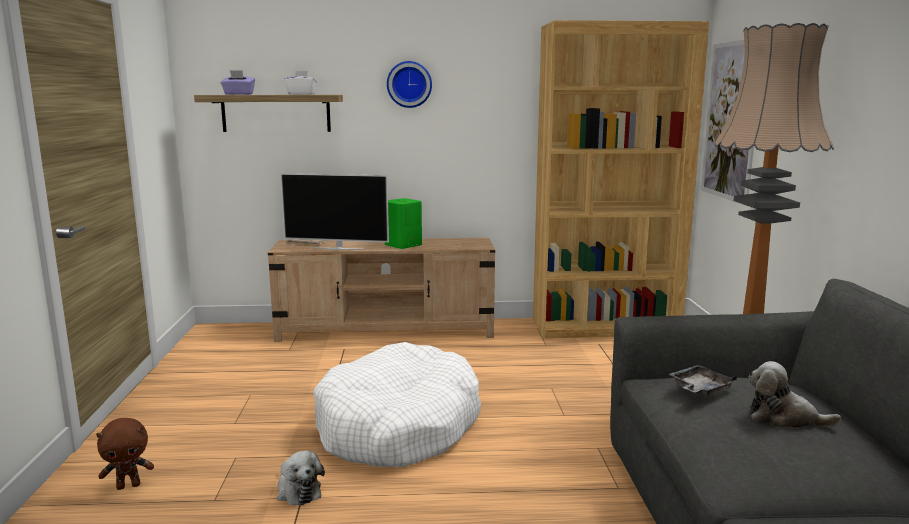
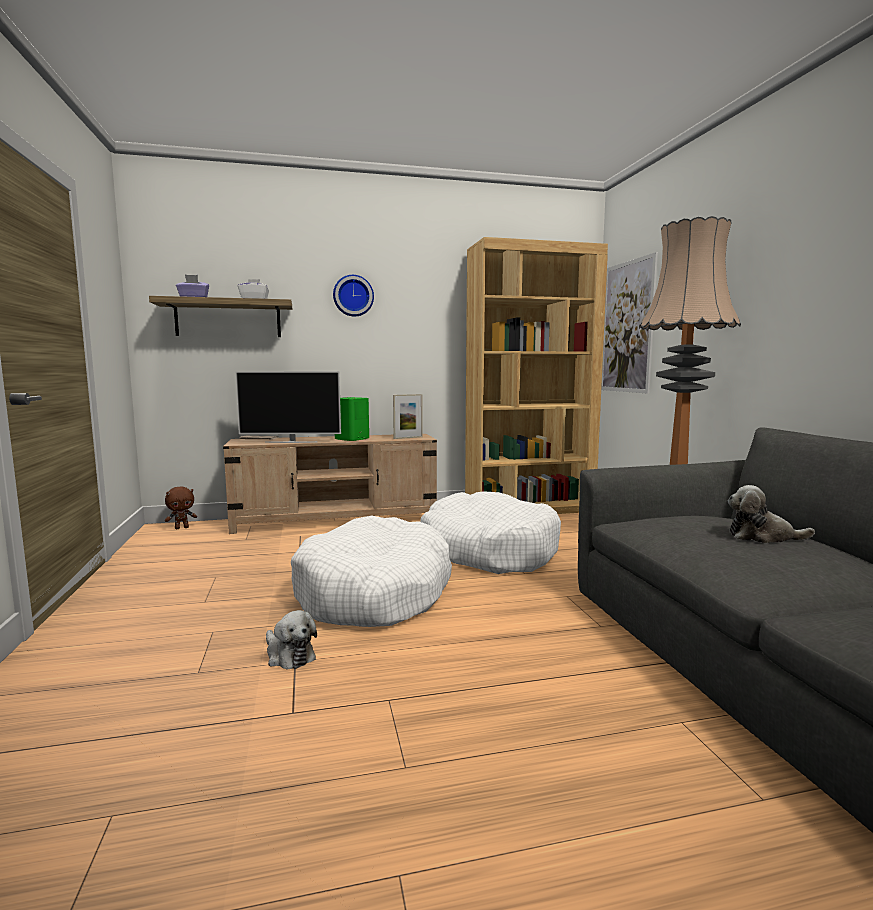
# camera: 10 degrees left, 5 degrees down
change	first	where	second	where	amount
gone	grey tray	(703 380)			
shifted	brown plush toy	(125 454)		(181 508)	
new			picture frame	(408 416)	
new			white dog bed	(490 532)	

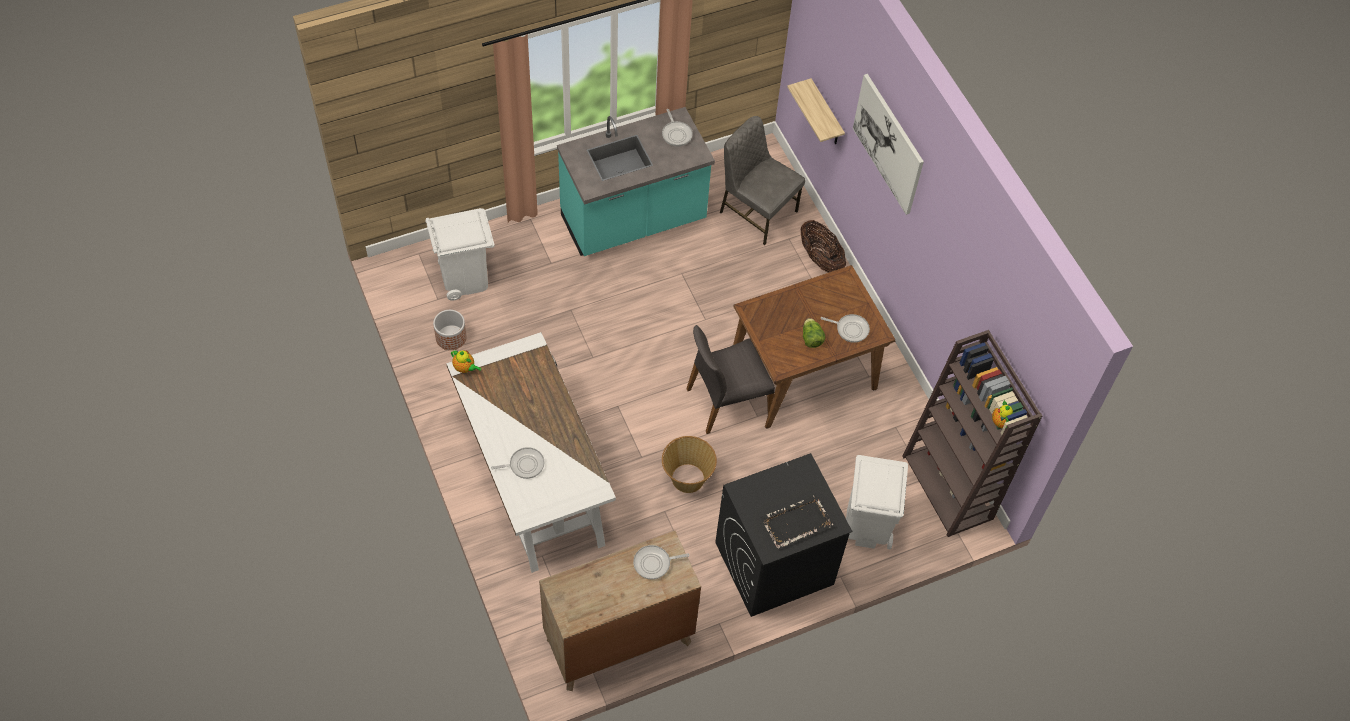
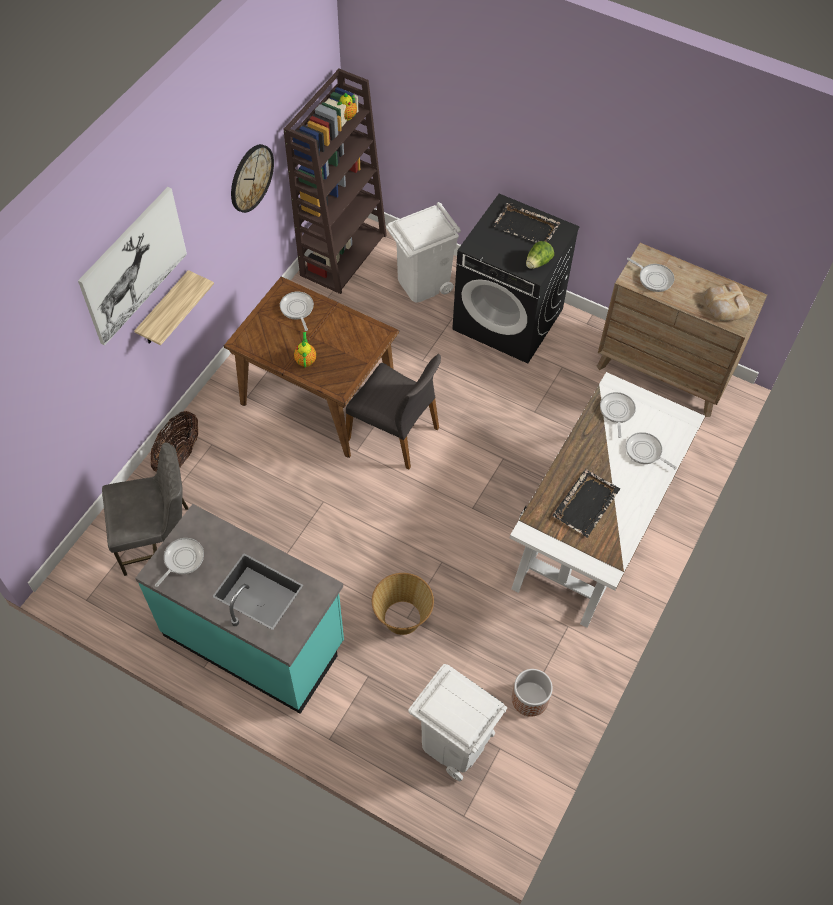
# camera: 125 degrees left, 0 degrees up
change	first	where	second	where	amount
shifted	shelf	(816 111)		(174 307)	
rotated	grey chair	(762 180)		(145 509)	105 degrees counterclockwise
shifted	lettuce	(814 333)		(540 255)	
shifted	teapot	(466 361)		(305 350)	
shifted	basket	(689 464)		(403 604)	
new			wall clock	(252 178)	
new			bread	(727 301)	
new			frying pan	(618 415)	
new			black tray	(586 503)	

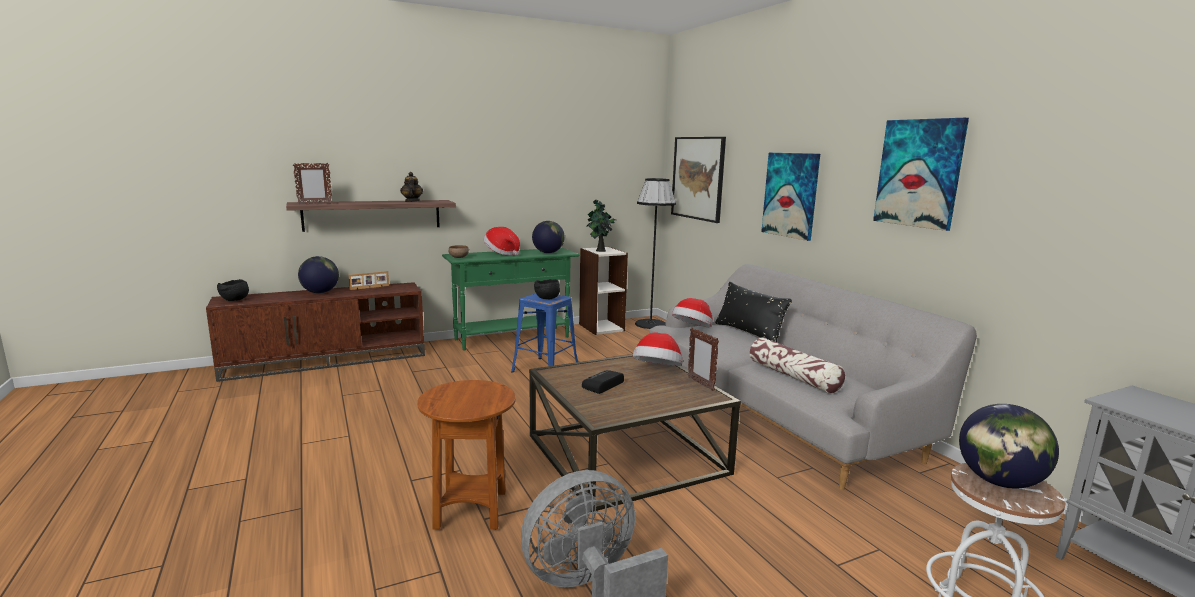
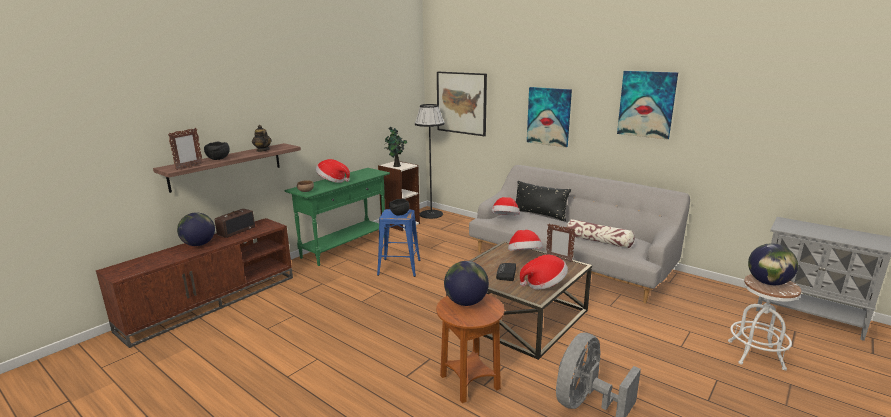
# camera: 25 degrees left, 5 degrees up
change	first	where	second	where	amount
shifted	globe	(548 237)		(466 283)	
swapped	picture frame	(369 280)	radio	(234 223)	
shifted	black bowl	(233 290)		(217 151)	
new			hat	(544 272)	

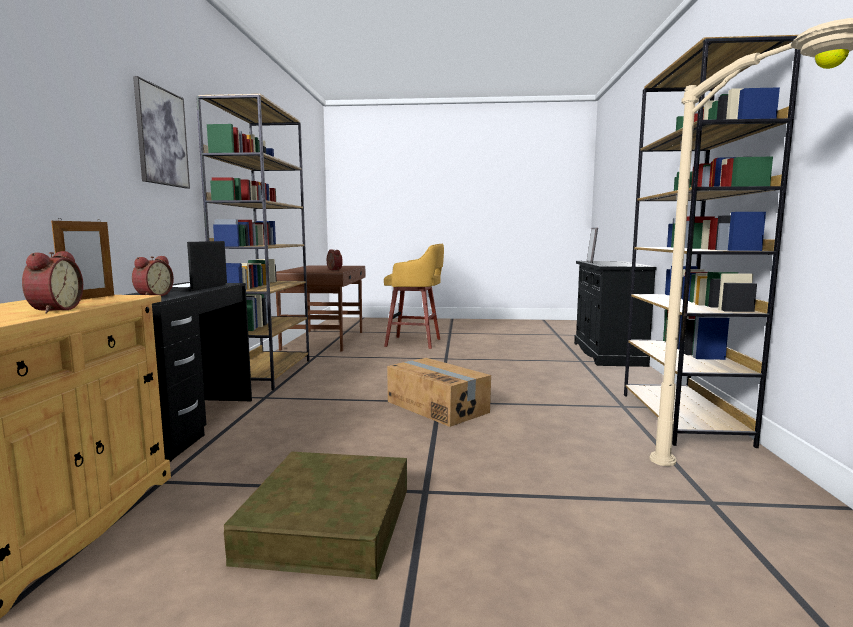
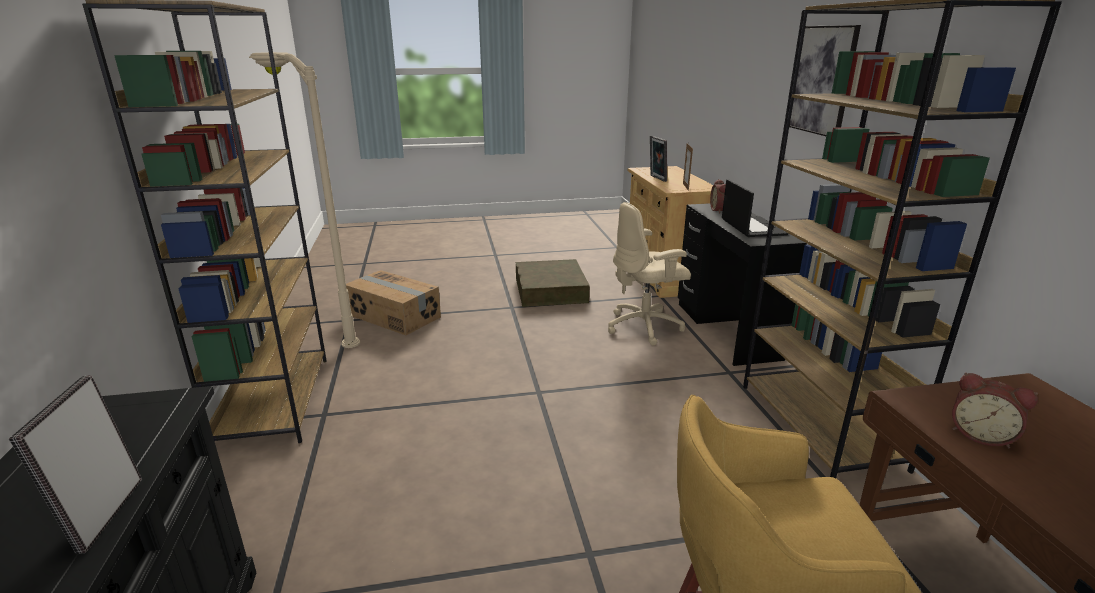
# camera: 165 degrees right, 15 degrees up
change	first	where	second	where	amount
swapped	alarm clock	(52 282)	picture frame	(658 159)	
shifted	cardboard box	(439 392)		(393 302)	
new			beige office chair	(649 274)	

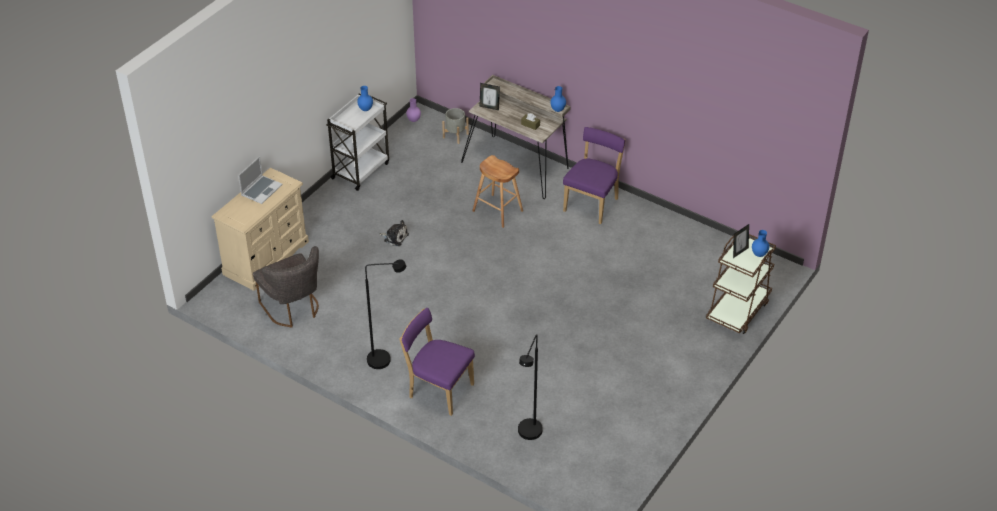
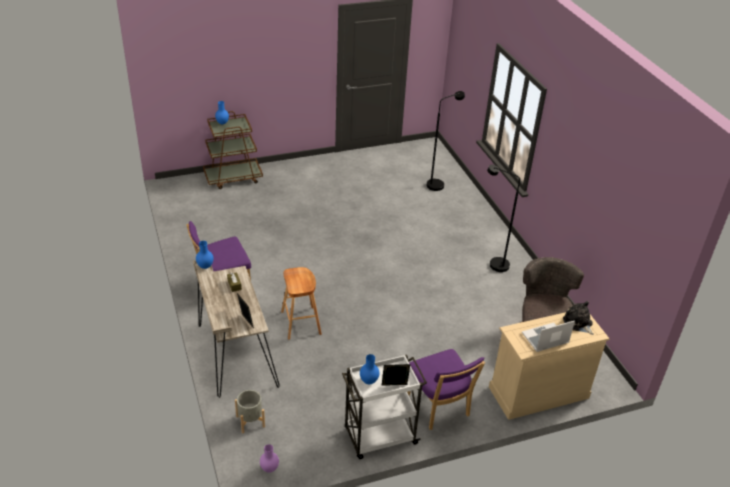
# camera: 145 degrees left, 5 degrees down
change	first	where	second	where	amount
shifted	plush toy	(394 233)		(578 318)	
shifted	picture frame	(741 241)		(396 375)	
shifted	purple chair	(437 362)		(446 389)	

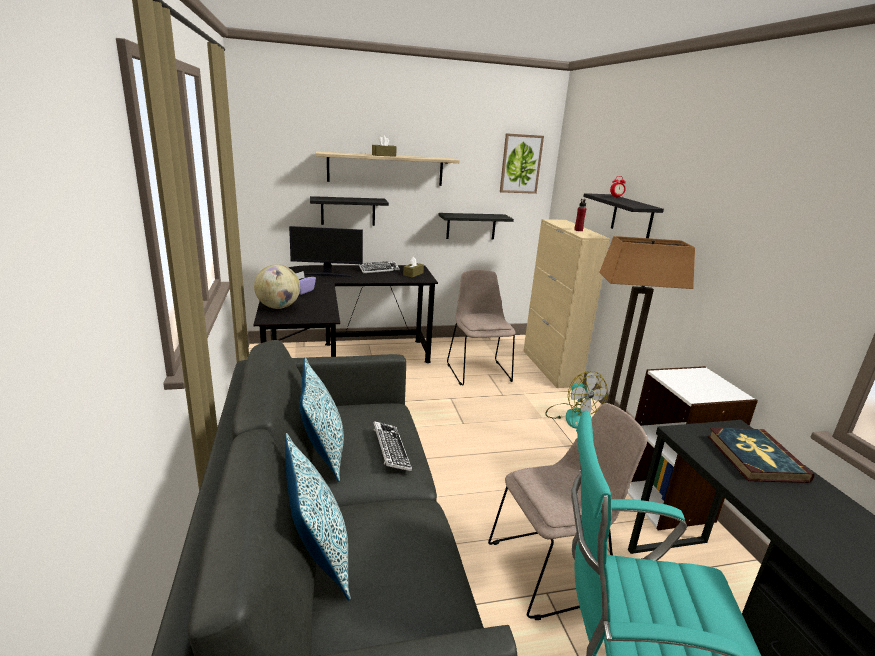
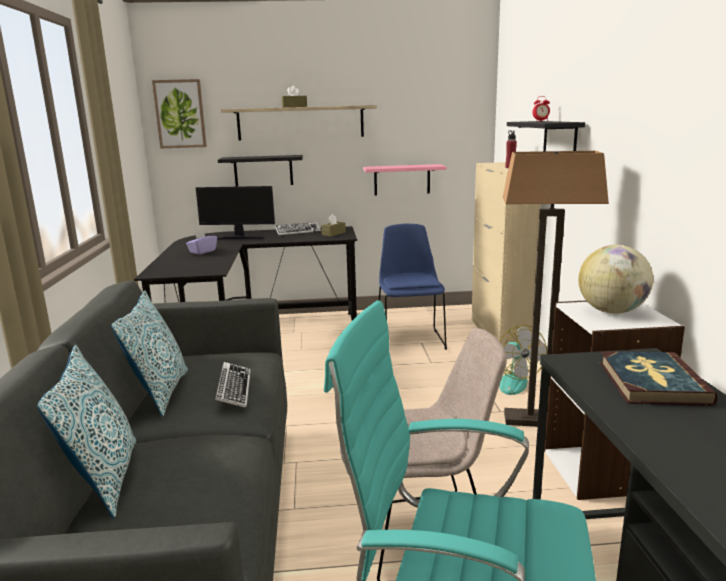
# camera: 10 degrees right, 5 degrees down
change	first	where	second	where	amount
shifted	picture	(522 163)		(179 113)	
repainted	black shelf	(476 226)	pink shelf	(405 180)	
shifted	globe	(277 287)		(615 279)	
repainted	beige chair	(481 327)	blue chair	(413 287)	

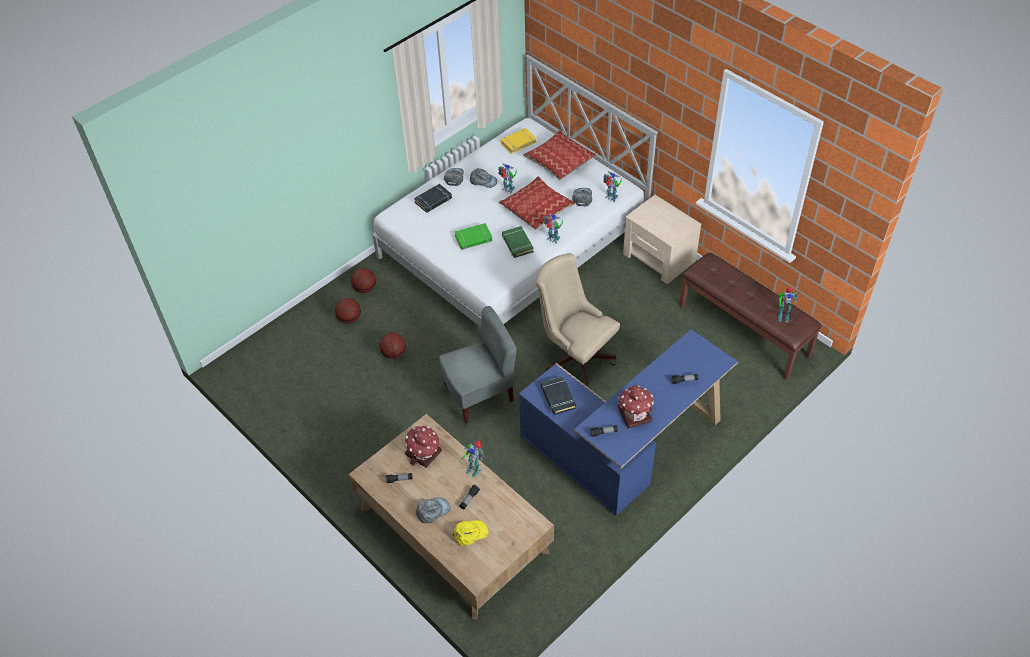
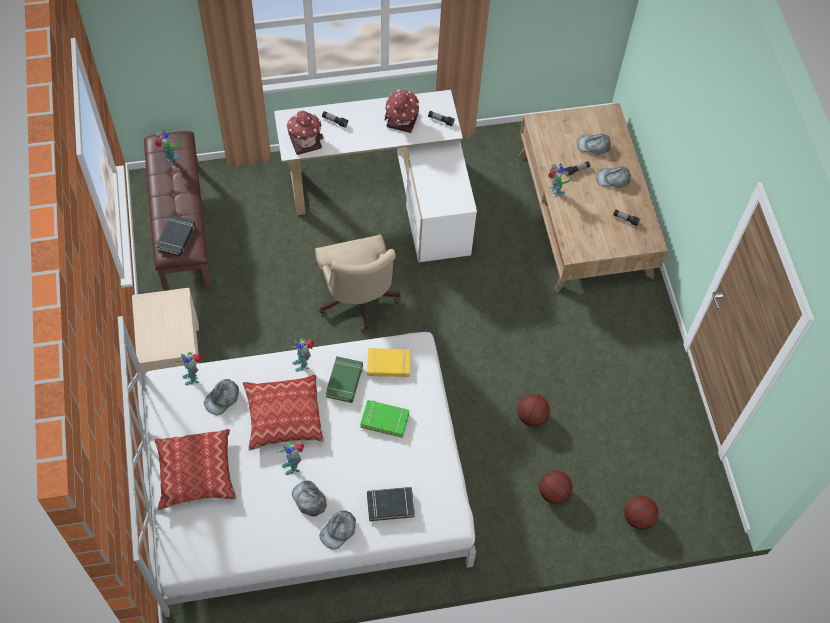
# camera: 150 degrees left, 10 degrees up
change	first	where	second	where	amount
shifted	yellow book	(518 141)		(389 363)	
shifted	basketball	(363 280)		(641 513)	
gone	grey chair	(478 364)			
repainted	blue desk	(628 422)	white desk	(375 176)	
shifted	black book	(558 395)		(175 236)	
shifted	toy house	(423 447)		(305 132)	
repainted	yellow cap	(471 533)	grey cap	(594 144)	

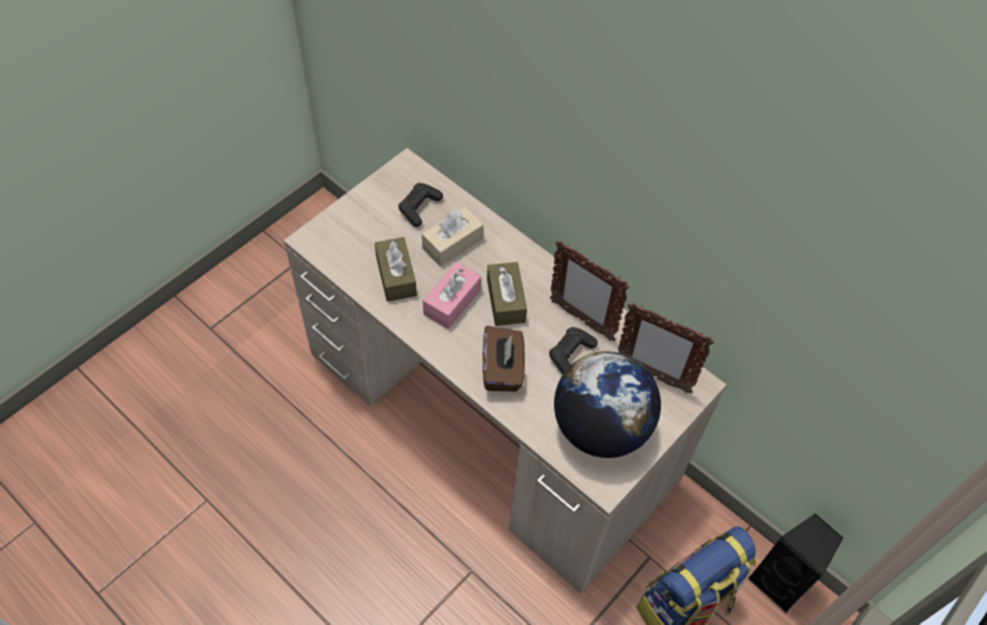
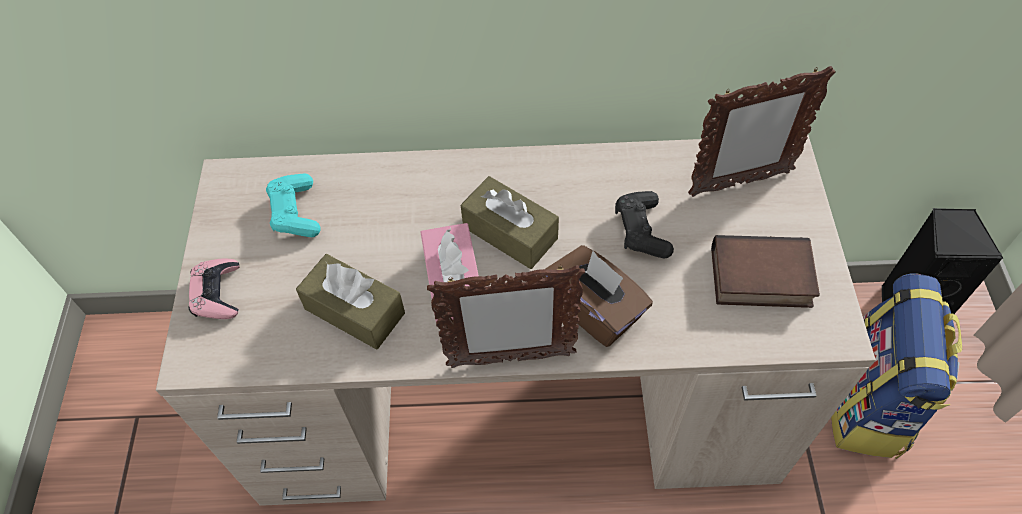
# camera: 40 degrees left, 0 degrees up
change	first	where	second	where	amount
repainted	black game controller	(420 205)	turquoise game controller	(293 205)	
gone	beige tissue box	(453 236)			
shifted	picture frame	(590 291)		(506 316)	
swapped	globe	(607 404)	book	(765 271)	
new			pink game controller	(214 288)	

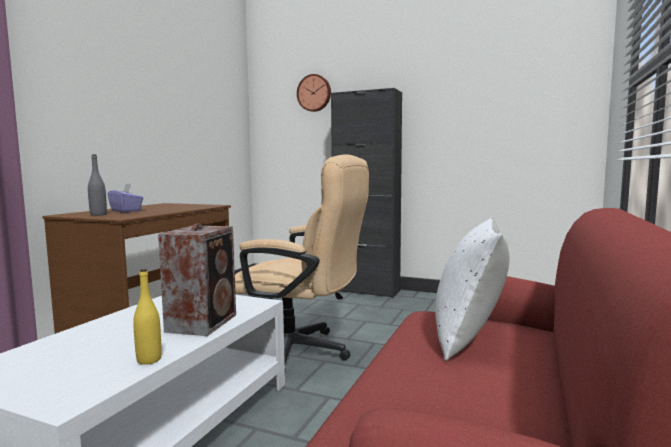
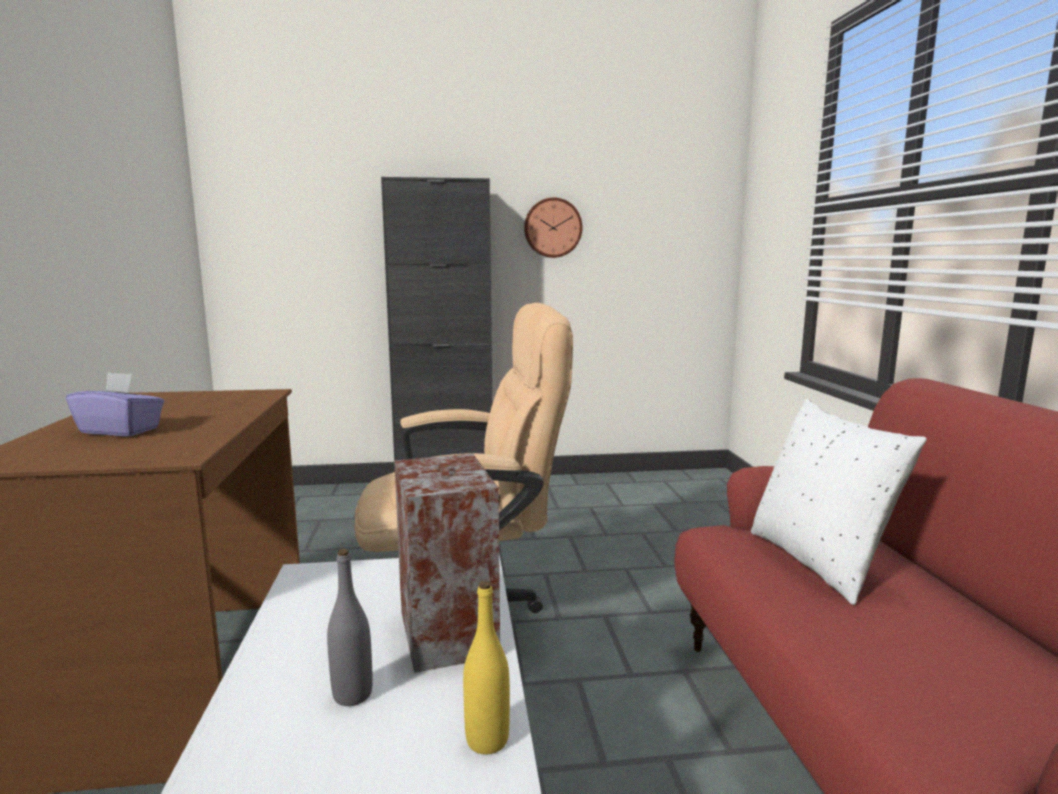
# camera: 30 degrees left, 5 degrees up
change	first	where	second	where	amount
shifted	wall clock	(314 93)		(553 227)	
shifted	grey bottle	(97 185)		(350 627)	

